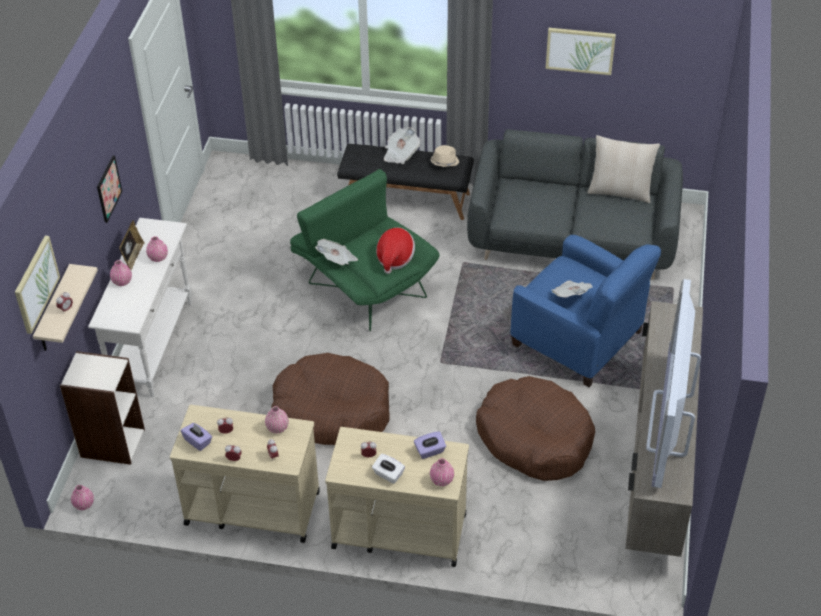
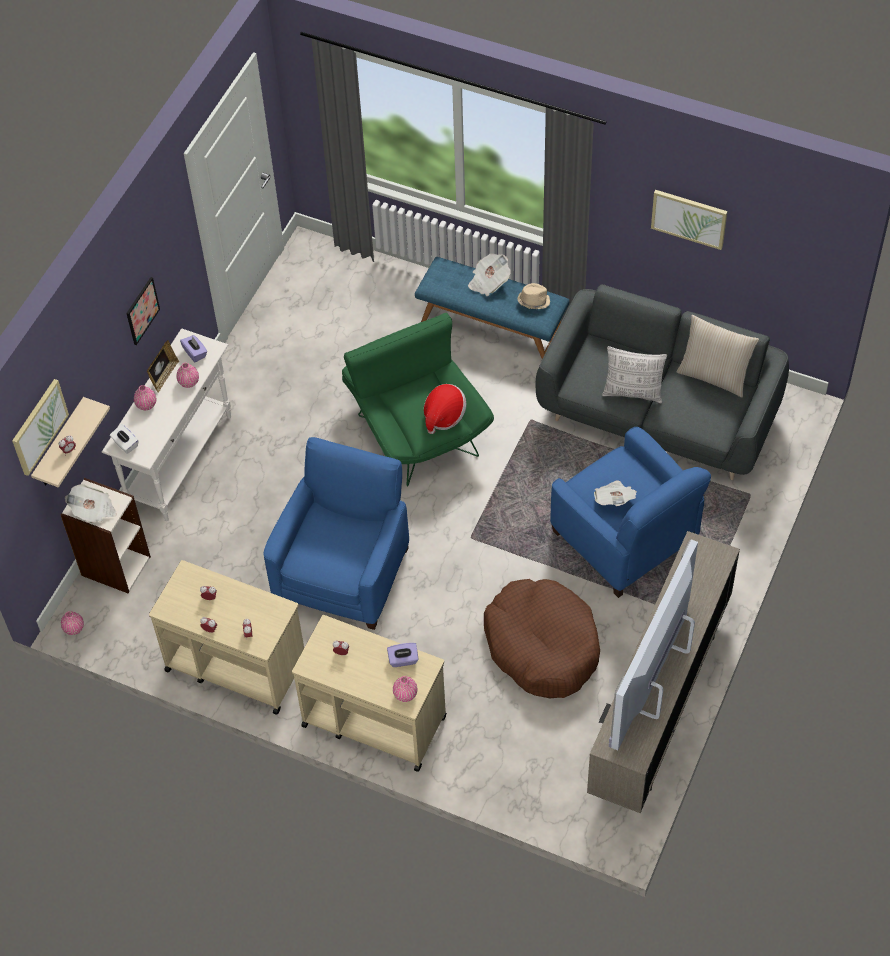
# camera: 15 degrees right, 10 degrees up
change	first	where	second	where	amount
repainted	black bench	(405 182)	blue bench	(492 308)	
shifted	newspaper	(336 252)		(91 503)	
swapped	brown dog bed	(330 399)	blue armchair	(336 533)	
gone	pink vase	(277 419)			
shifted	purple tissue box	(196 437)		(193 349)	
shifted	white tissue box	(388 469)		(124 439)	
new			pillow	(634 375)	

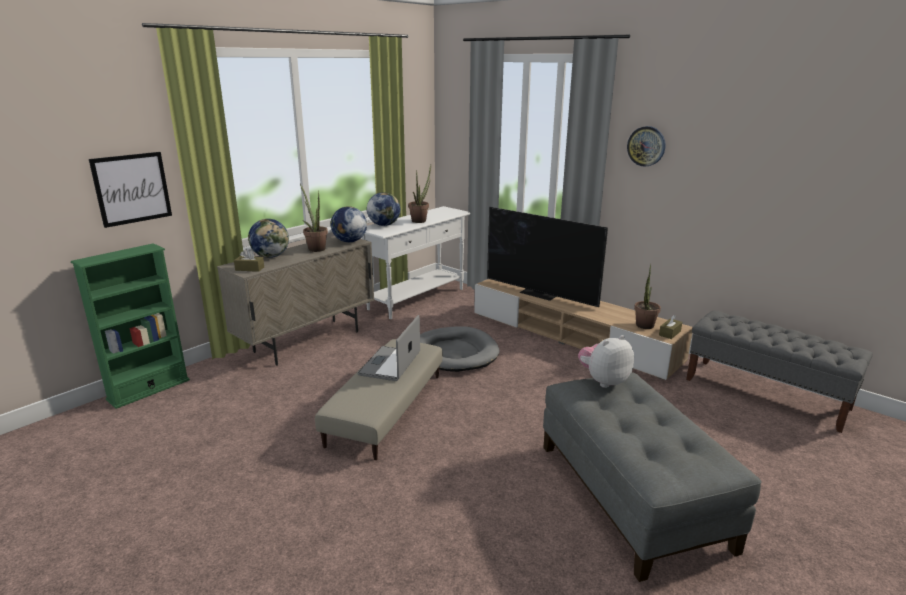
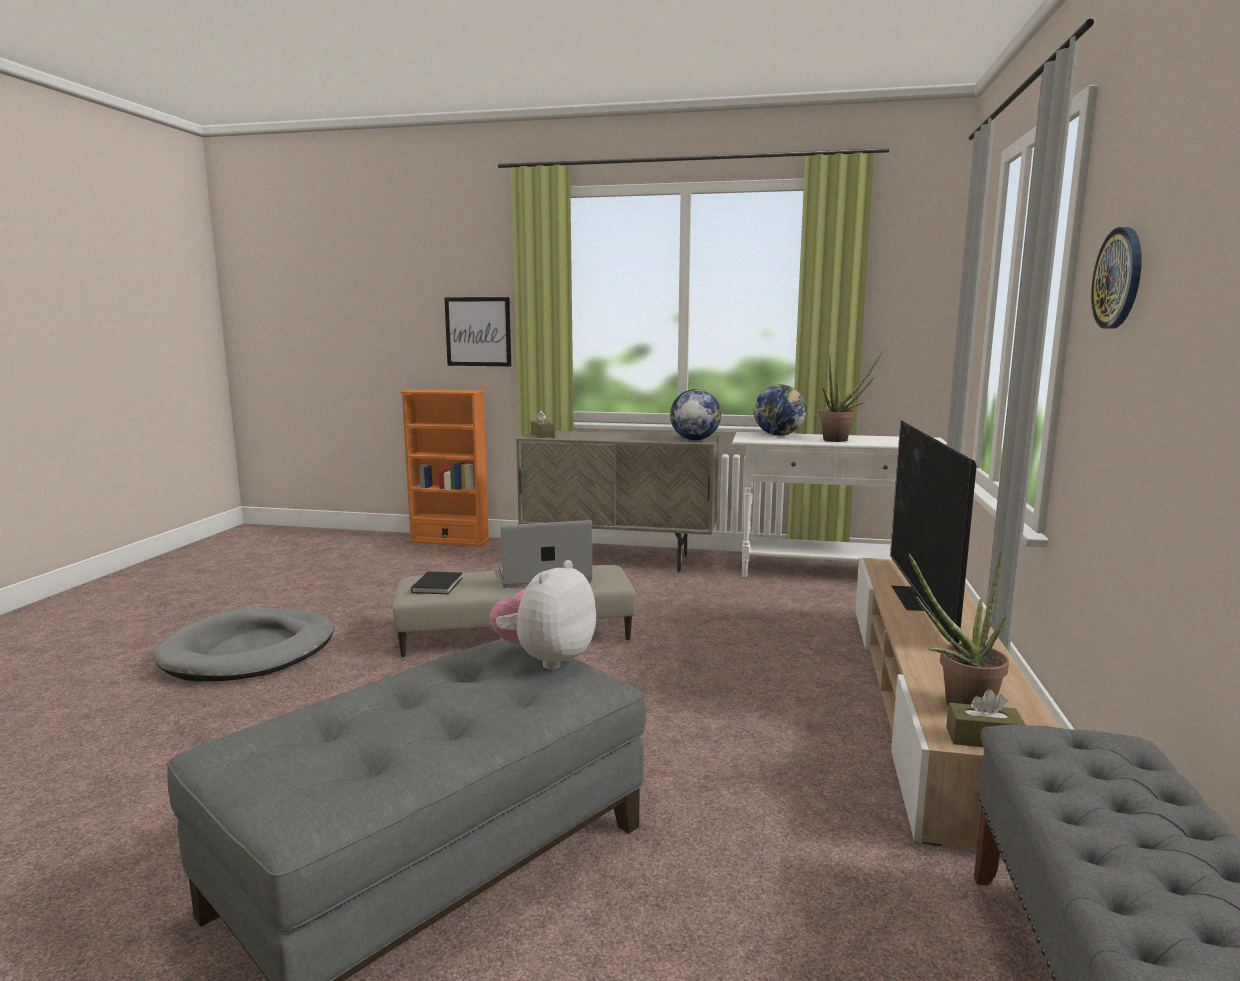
# camera: 60 degrees right, 10 degrees down
change	first	where	second	where	amount
gone	potted plant	(314 218)			
gone	globe	(268 238)			
repainted	green bookcase	(130 326)	orange bookcase	(445 468)	
shifted	grey dog bed	(460 349)		(243 644)	
rotated	plush toy	(606 361)		(542 615)	90 degrees counterclockwise
new			black book	(437 583)	

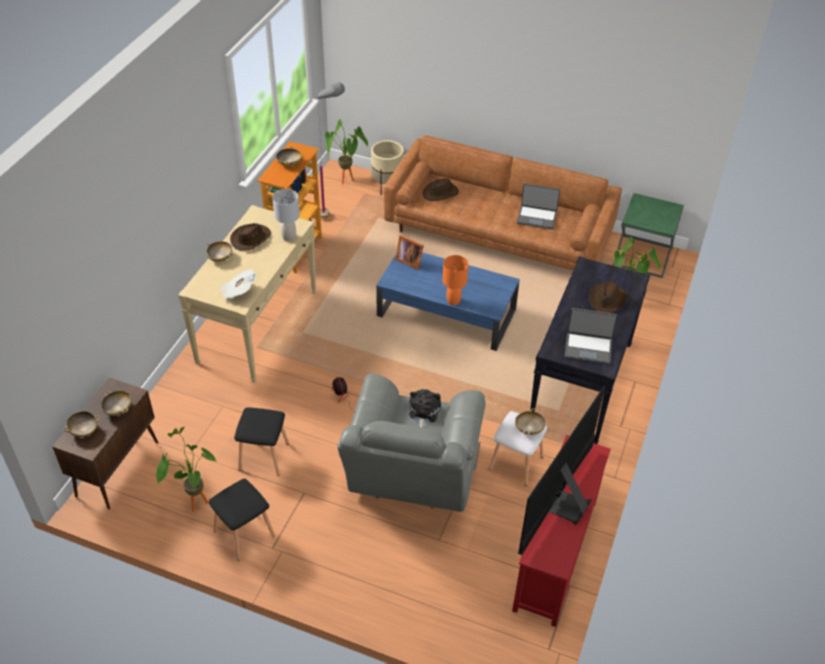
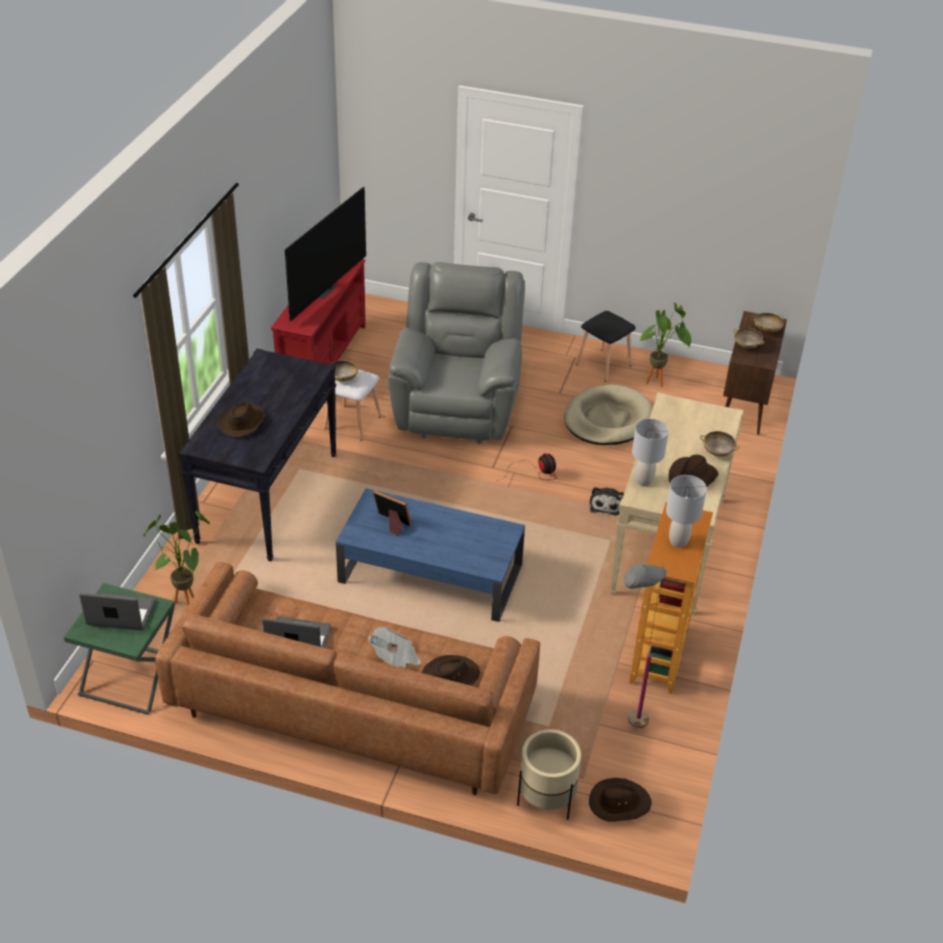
# camera: 175 degrees right, 5 degrees down
change	first	where	second	where	amount
swapped	potted plant	(346 151)	brown hat	(620 800)	
swapped	beige bowl	(289 156)	grey table lamp	(686 511)	
shifted	picture frame	(409 252)		(392 513)	
gone	orange table lamp	(456 280)			
shifted	newspaper	(239 284)		(394 647)	
shifted	laptop	(591 336)		(117 611)	
shifted	plush toy	(425 408)		(606 501)	
swapped	black stool	(261 441)	beige dog bed	(608 414)	

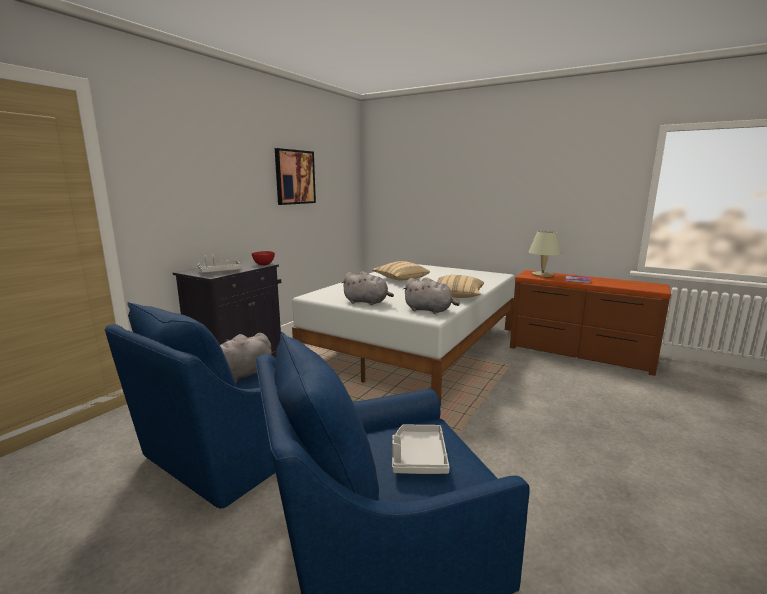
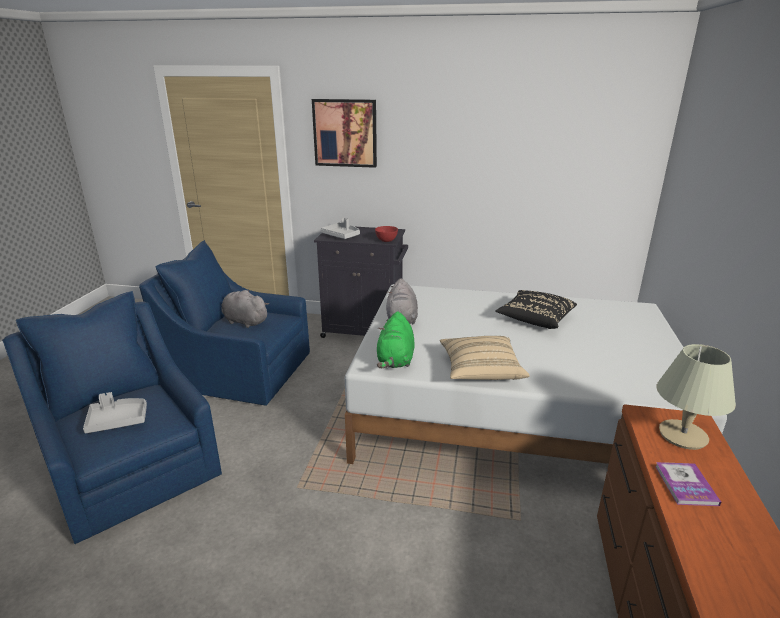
# camera: 70 degrees right, 10 degrees up
change	first	where	second	where	amount
shifted	picture	(295 176)		(344 133)	
repainted	beige pillow	(401 270)	black pillow	(536 309)	
repainted	grey plush toy	(431 295)	green plush toy	(395 339)	

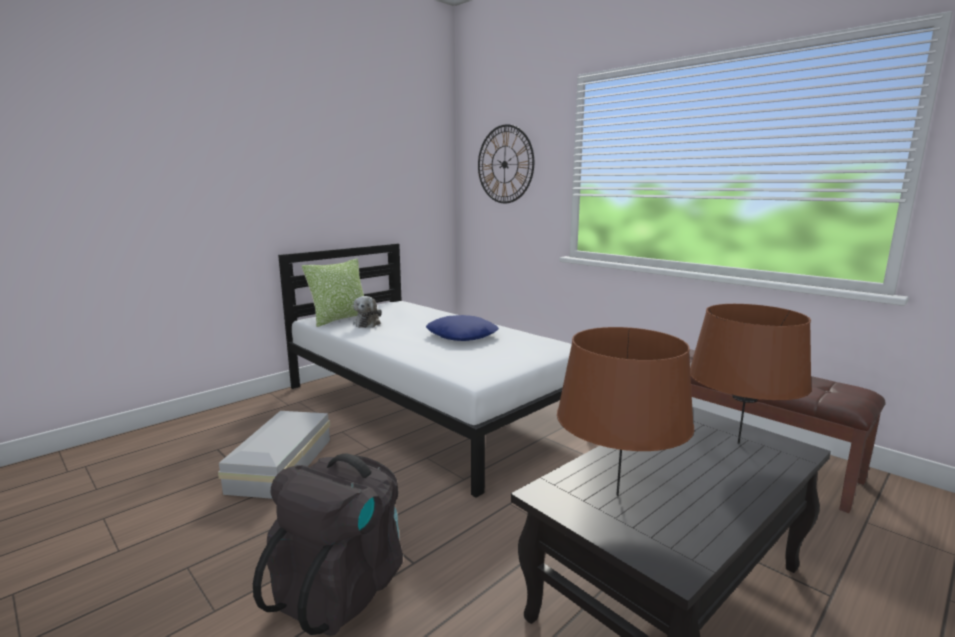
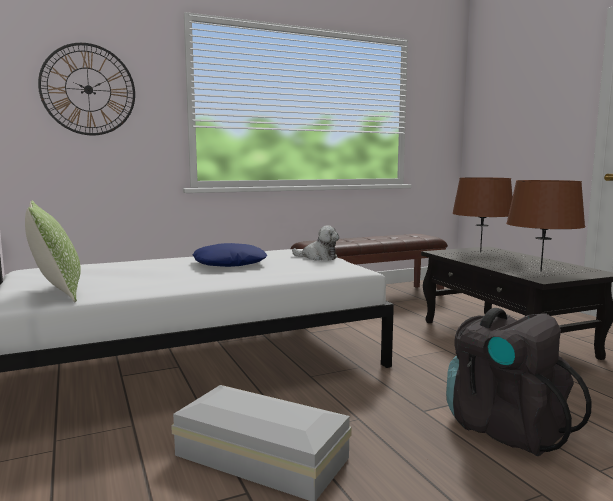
# camera: 70 degrees left, 5 degrees down
change	first	where	second	where	amount
shifted	plush toy	(367 312)		(315 243)	

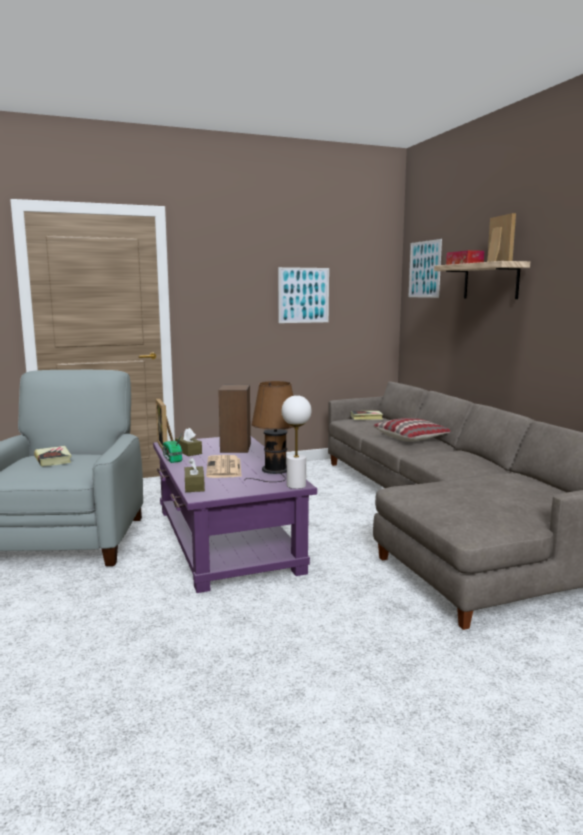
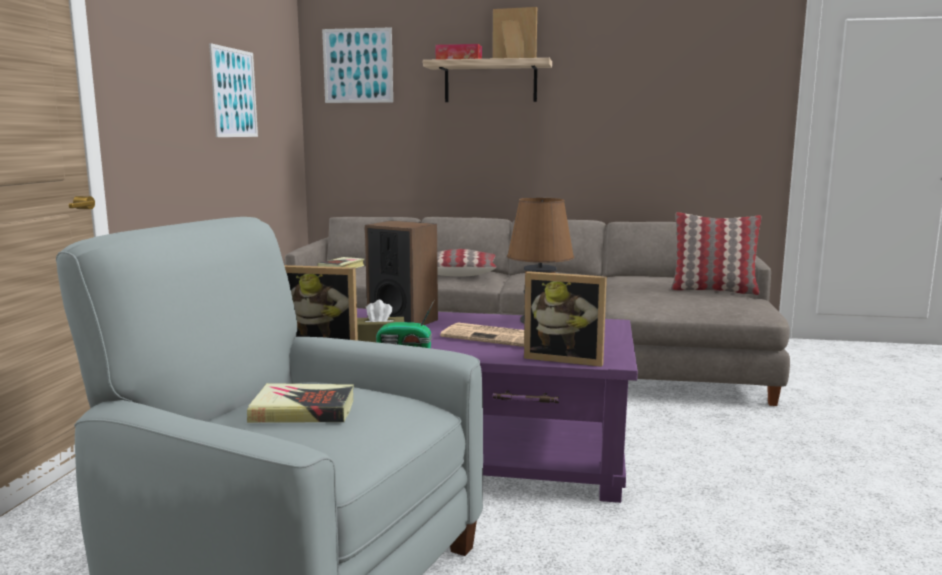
# camera: 60 degrees left, 0 degrees up
change	first	where	second	where	amount
gone	white table lamp	(296 442)			
swapped	brown tissue box	(195 474)	picture frame	(565 319)	
new			pillow	(716 253)	

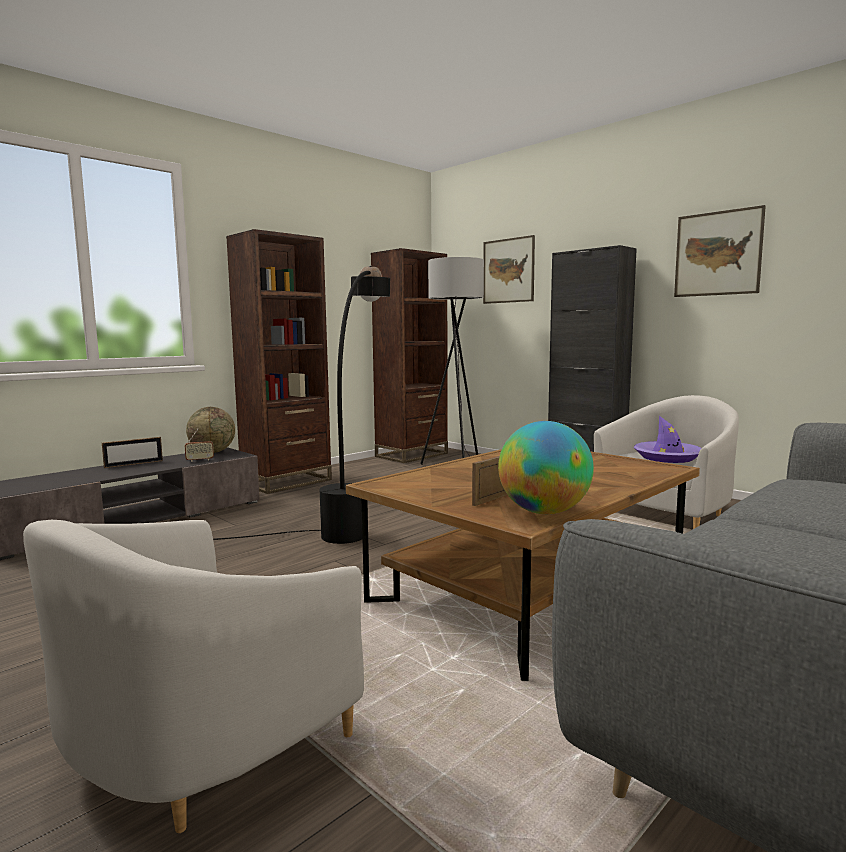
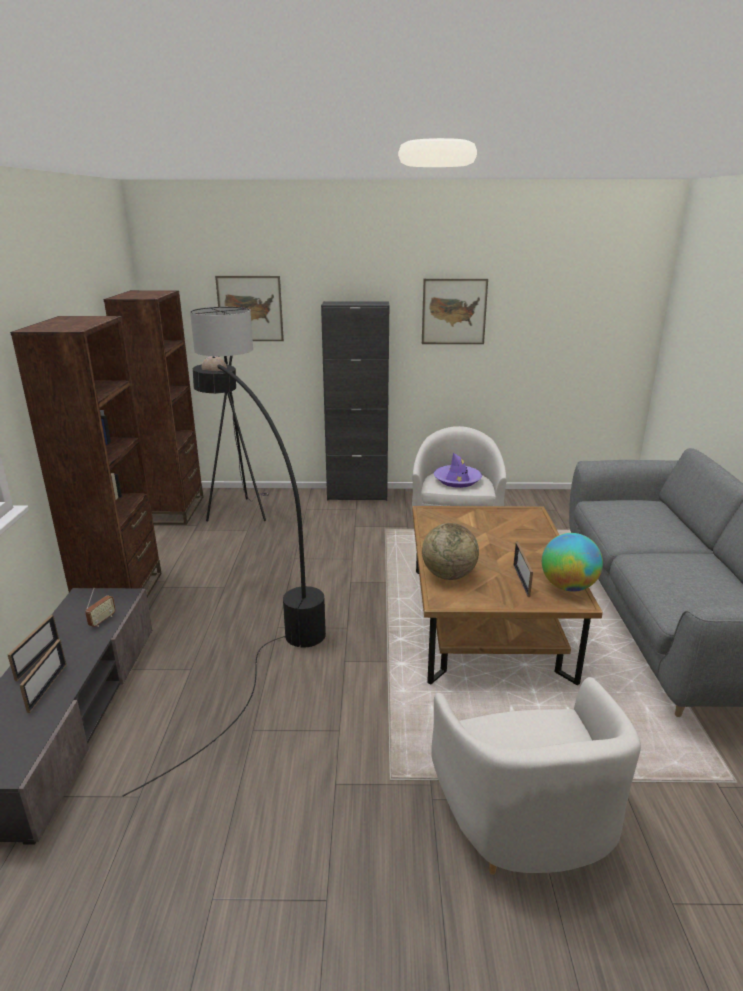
# camera: 45 degrees left, 15 degrees up
change	first	where	second	where	amount
shifted	globe	(210 430)		(450 551)	
new			picture frame	(42 676)	

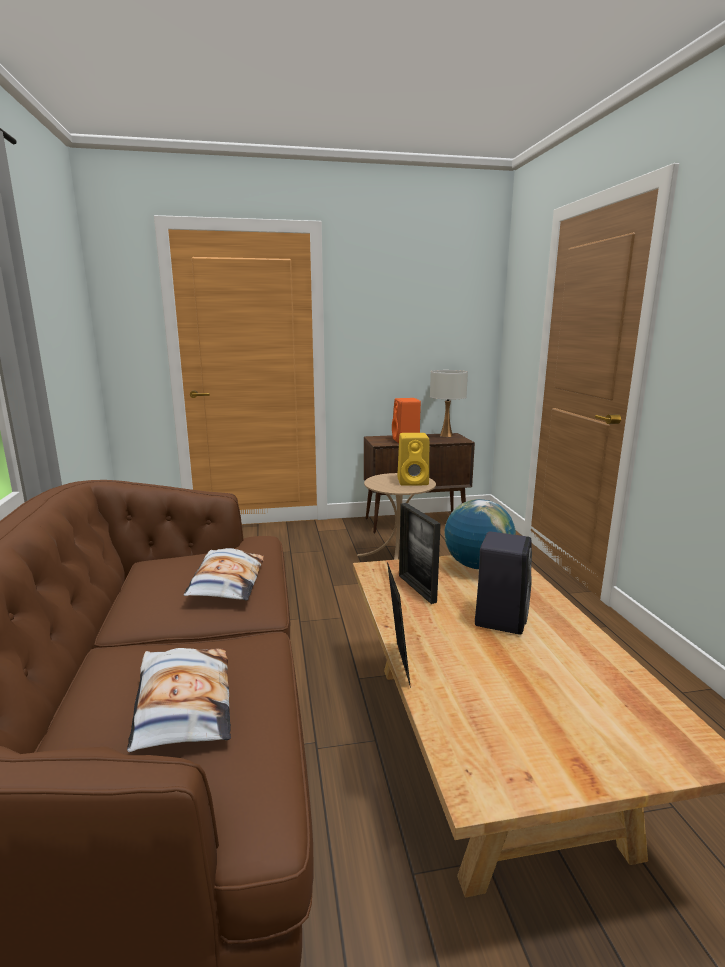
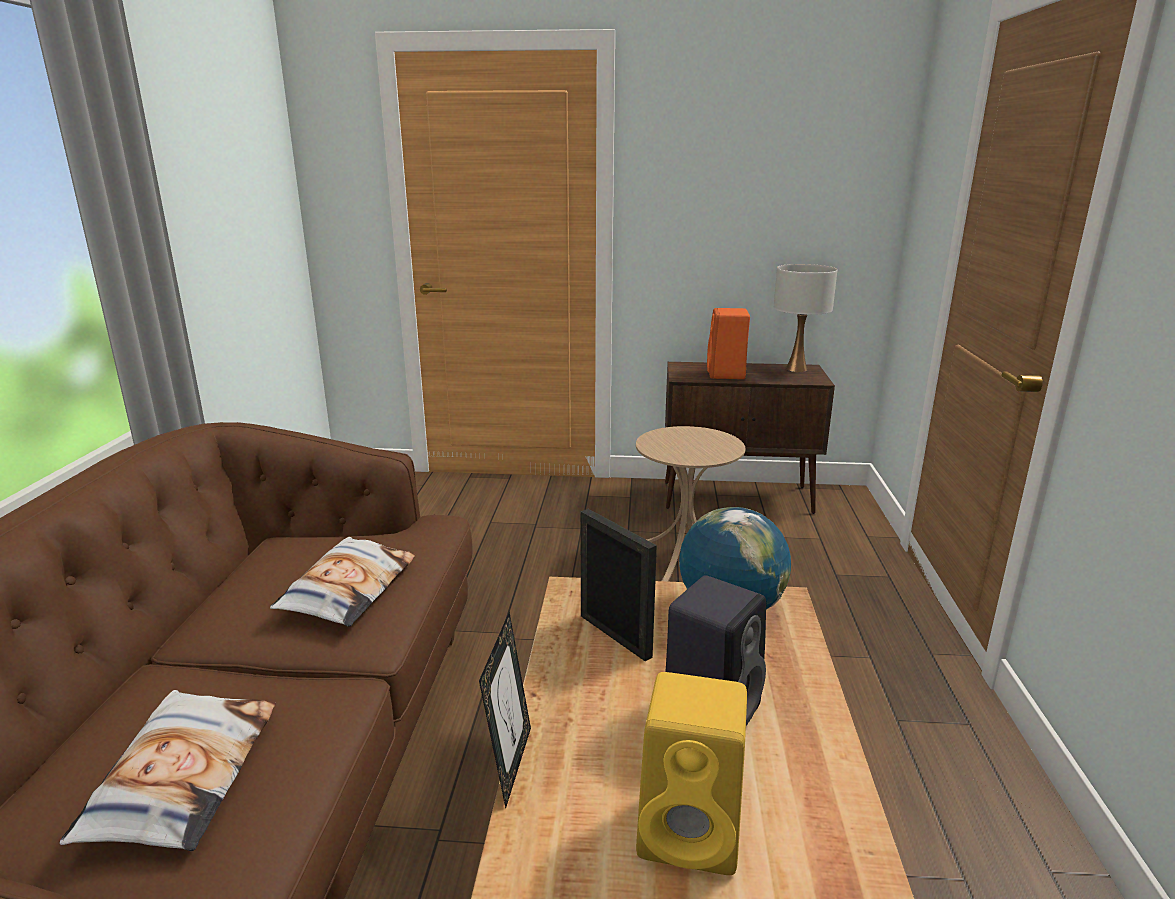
# camera: 15 degrees right, 5 degrees up
change	first	where	second	where	amount
shifted	yellow speaker	(413 459)		(691 773)	
rotated	picture frame	(420 553)		(618 585)	150 degrees clockwise

